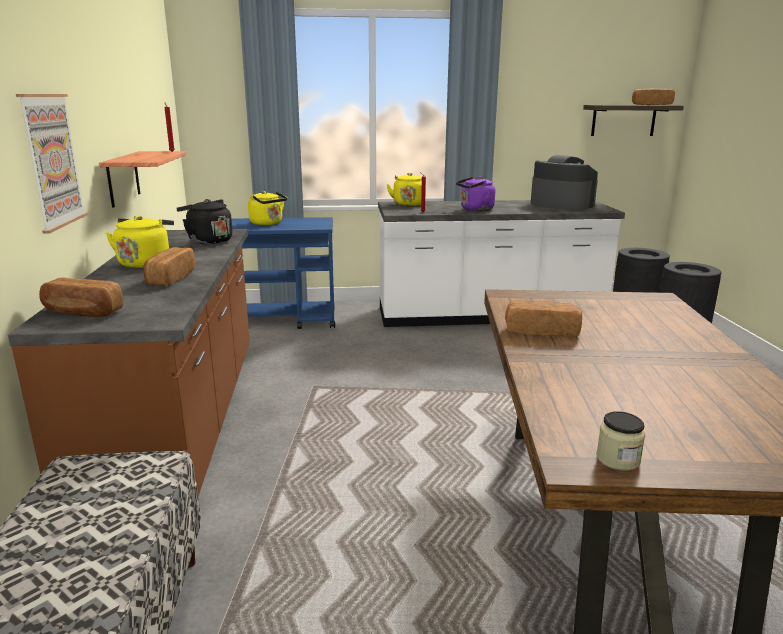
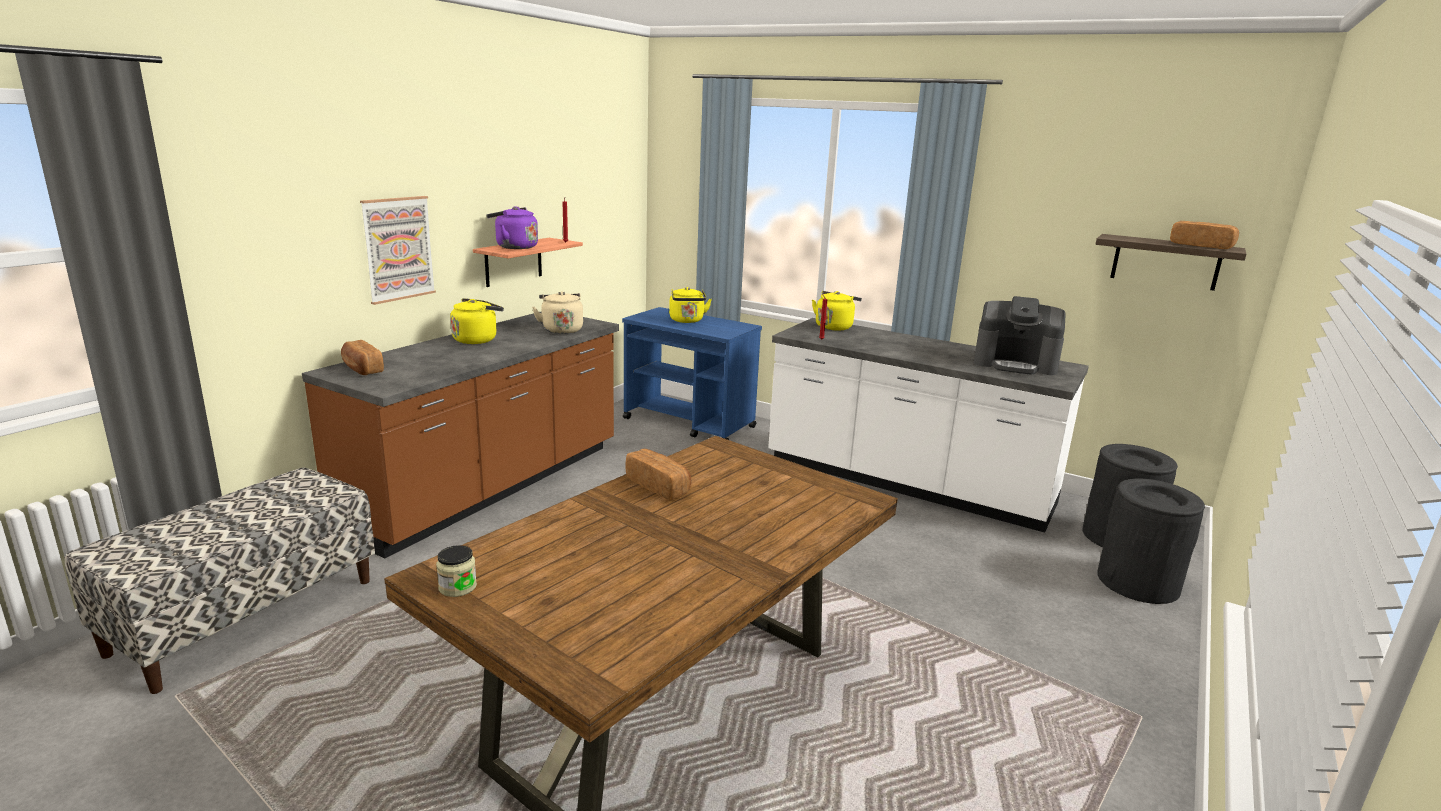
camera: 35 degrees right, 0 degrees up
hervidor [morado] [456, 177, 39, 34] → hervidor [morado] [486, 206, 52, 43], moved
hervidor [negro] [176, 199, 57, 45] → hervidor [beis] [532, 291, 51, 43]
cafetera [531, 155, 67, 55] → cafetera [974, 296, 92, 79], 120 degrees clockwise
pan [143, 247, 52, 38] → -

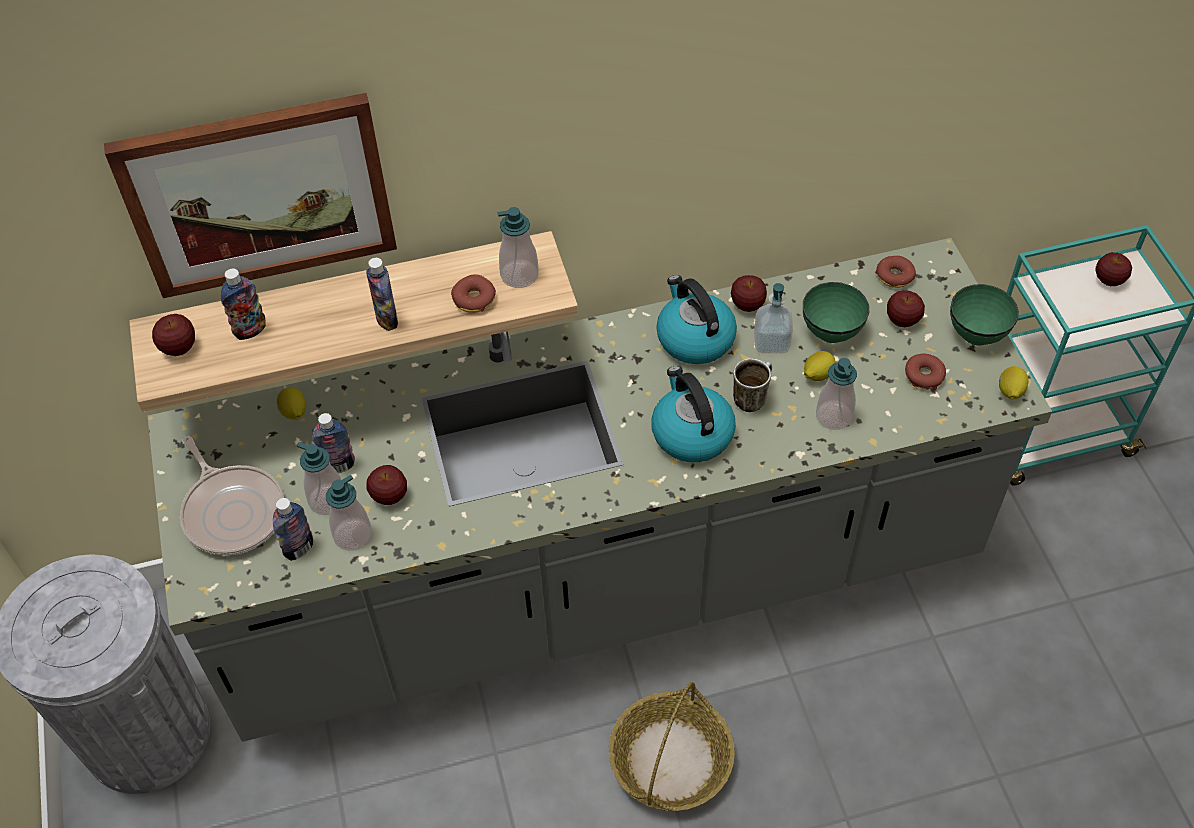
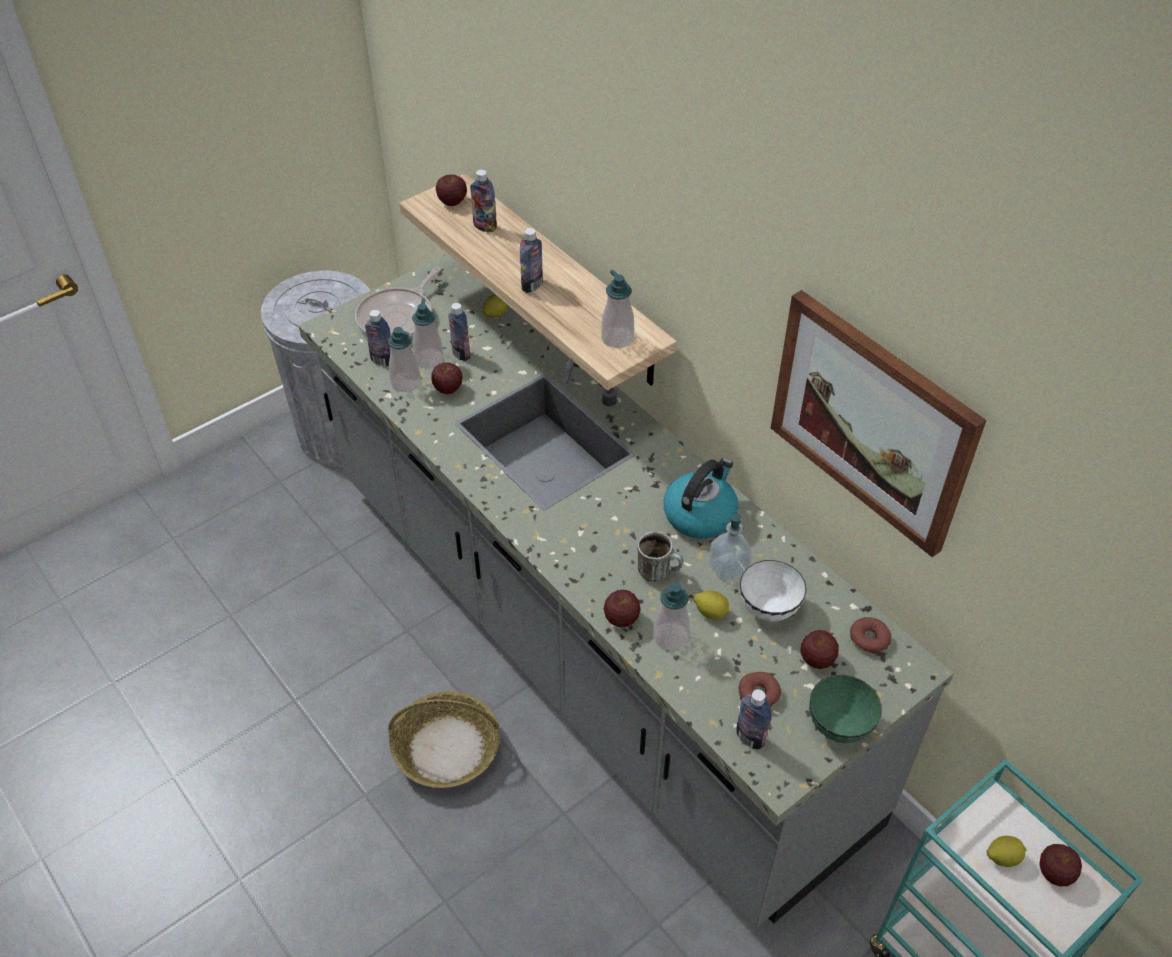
camera: 65 degrees right, 5 degrees down
manzana [731, 275, 36, 37] → manzana [604, 590, 37, 37], moved
- → botella [736, 689, 35, 60]
cuenco [verde] [803, 282, 66, 61] → cuenco [blanco] [740, 560, 66, 61]
cuadro [104, 93, 293, 205] → cuadro [771, 290, 215, 267], moved
limón [999, 366, 29, 33] → limón [987, 836, 40, 31], moved
rosquilla [451, 274, 45, 39] → -
hervidor [651, 366, 85, 96] → -

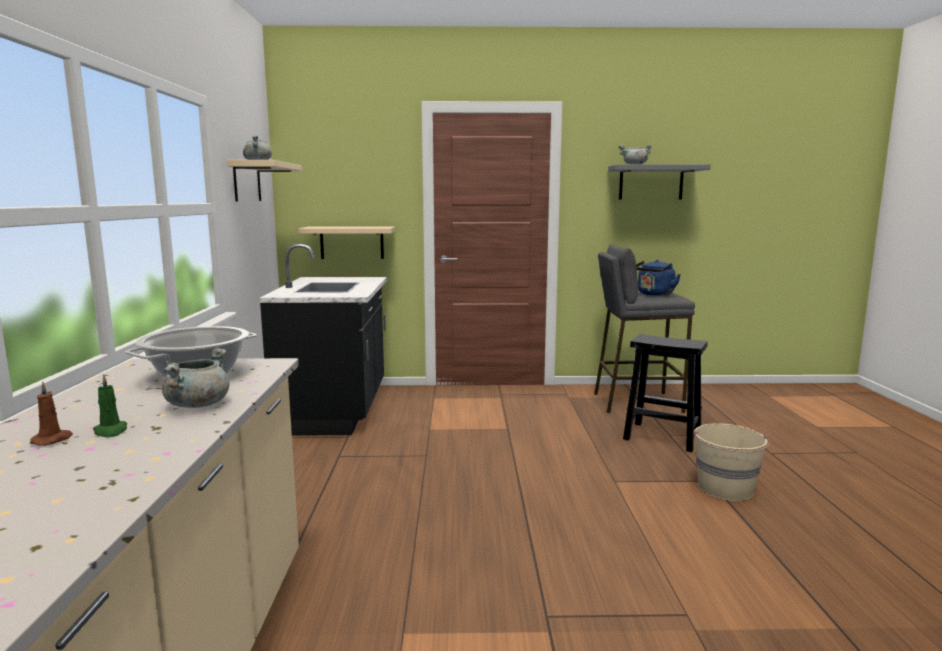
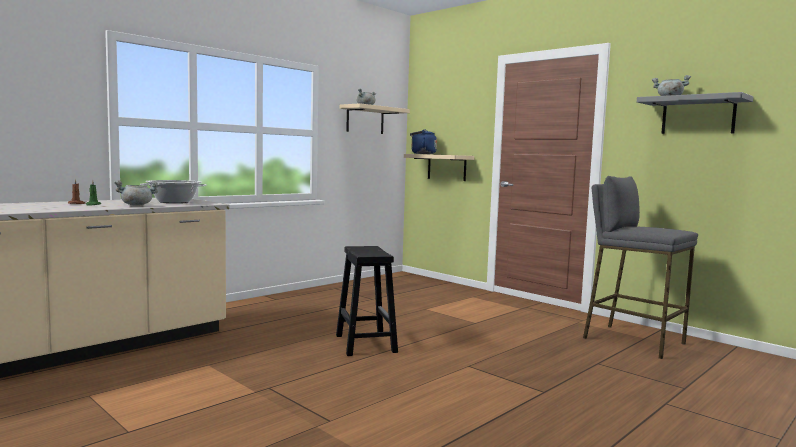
camera: 45 degrees right, 5 degrees down
taburete [negro] [623, 334, 85, 118] → taburete [negro] [336, 246, 62, 110], moved
hervidor [azul] [636, 260, 45, 36] → hervidor [azul] [410, 129, 27, 25], moved
mueble bajo de cocina [negro] [259, 244, 128, 192] → -
cubo [beis] [694, 423, 76, 78] → -

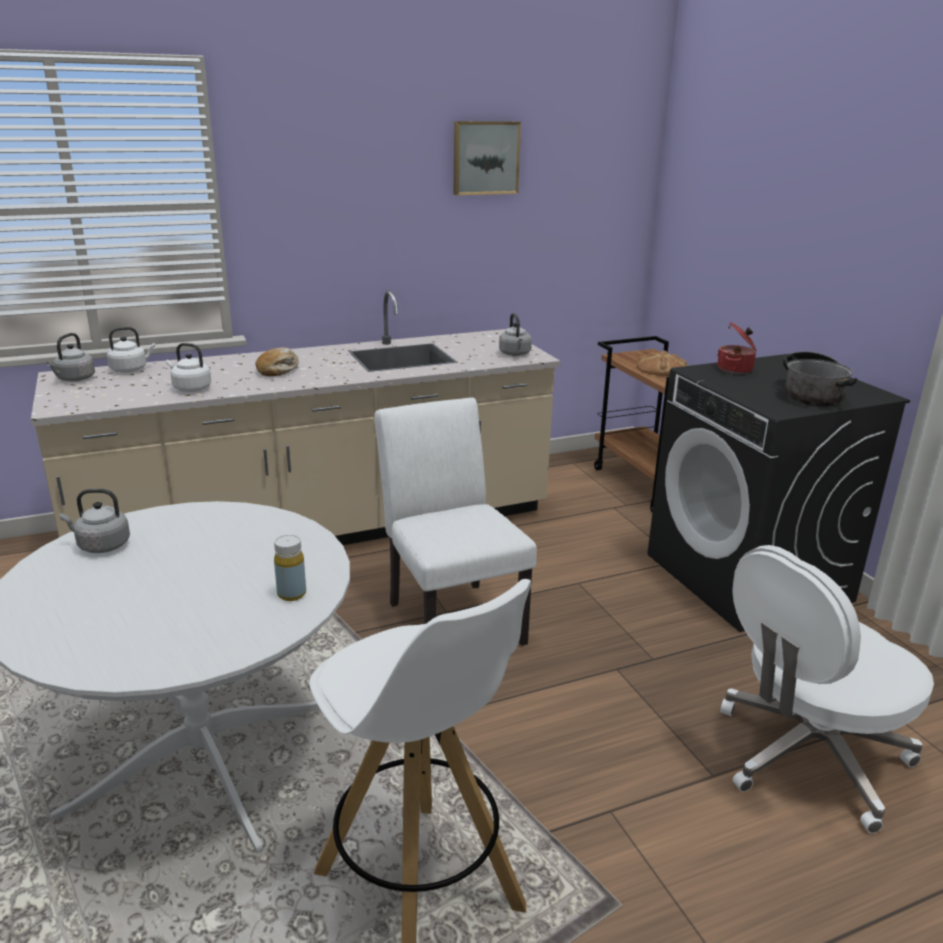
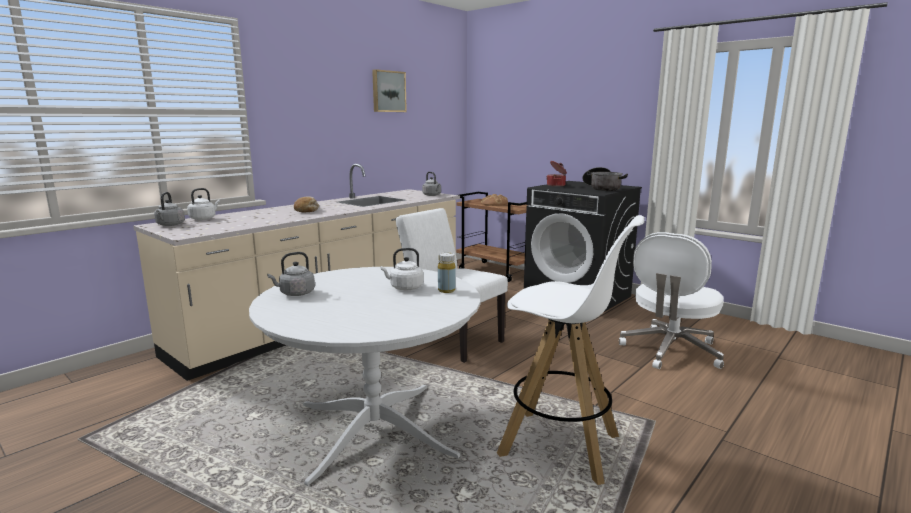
camera: 25 degrees left, 10 degrees down
hervidor [blanco] [166, 343, 45, 49] → hervidor [blanco] [380, 248, 43, 42], moved

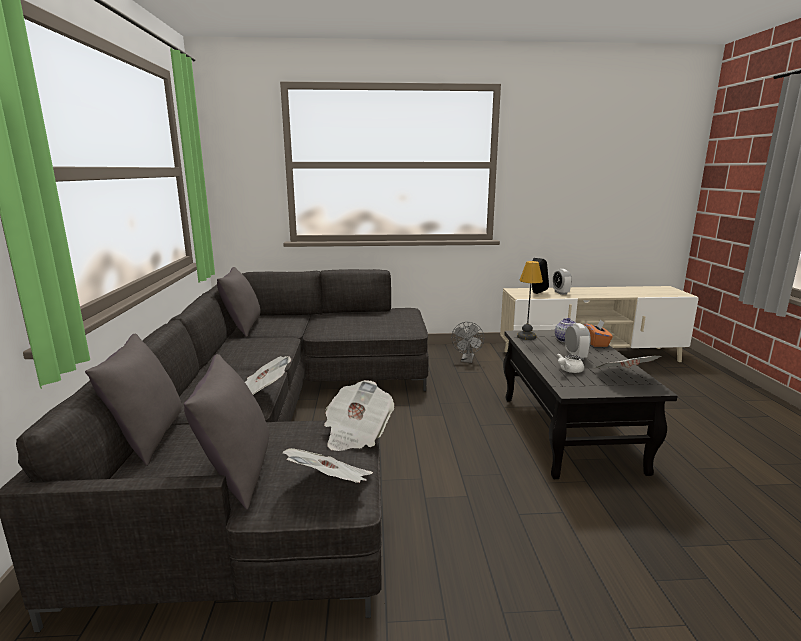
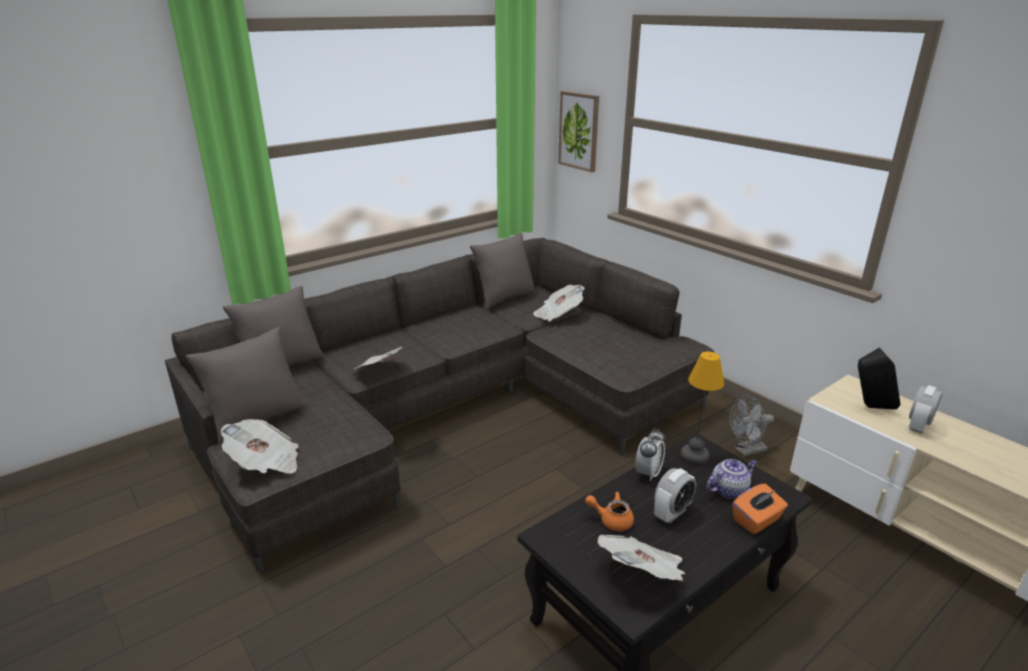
camera: 55 degrees right, 10 degrees up
periódico [324, 380, 70, 71] → periódico [533, 285, 52, 36], moved
- → cuadro [558, 91, 41, 81]
tetera [blanco] [557, 354, 27, 19] → tetera [naranja] [585, 492, 49, 39]
- → despertador [635, 428, 31, 54]

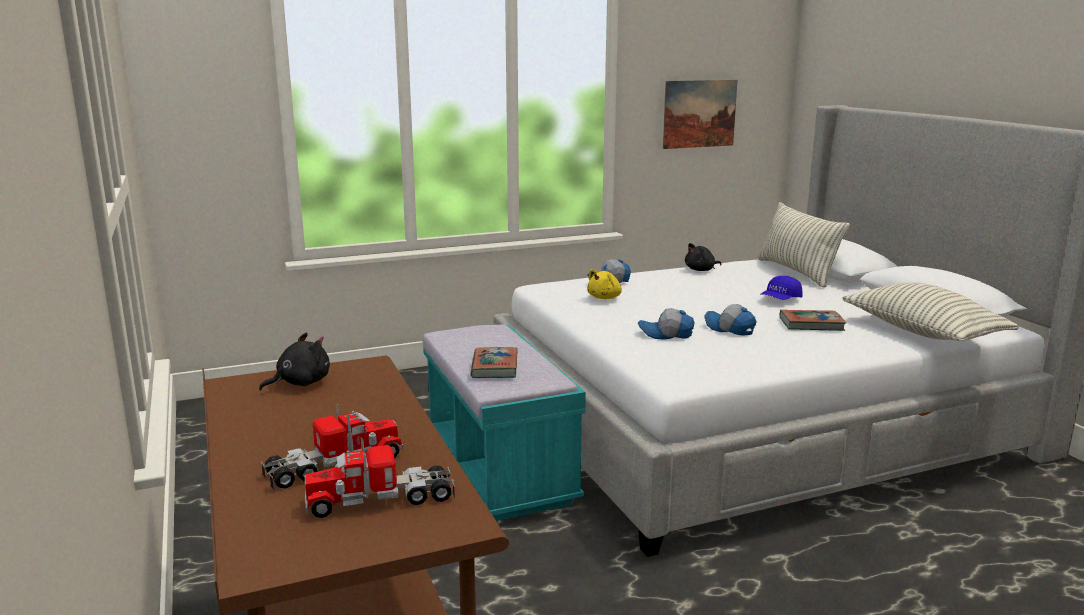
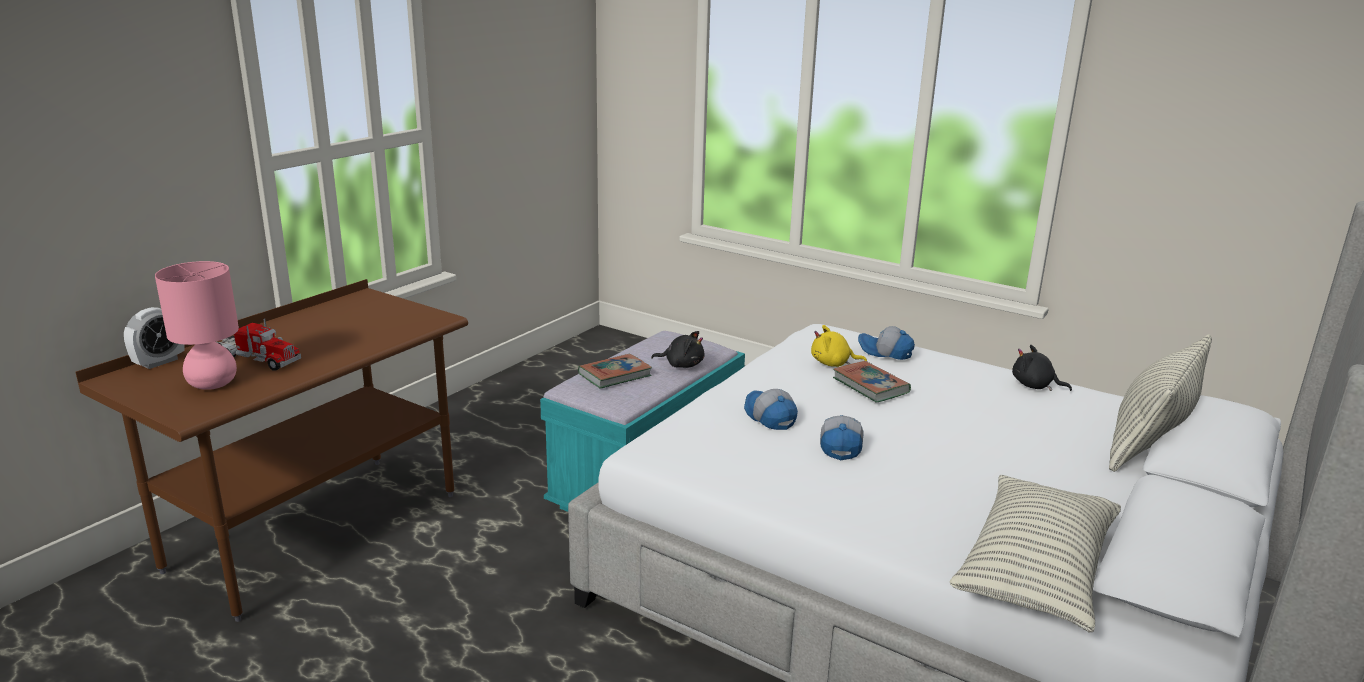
camera: 55 degrees right, 5 degrees up
- → despertador [124, 307, 61, 62]
camión de juguete [305, 437, 150, 81] → lámpara de mesa [rosa] [155, 261, 84, 129]
peluche [negro] [259, 333, 71, 58] → peluche [negro] [651, 331, 54, 37], moved
libro [779, 310, 67, 21] → libro [833, 361, 78, 42], moved
cuadro [663, 80, 75, 69] → -
gorra [azul] [760, 276, 42, 24] → -

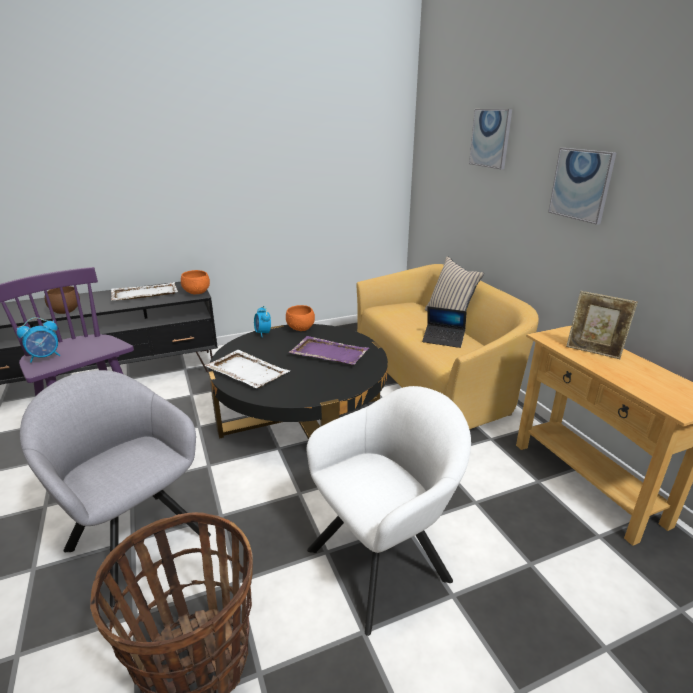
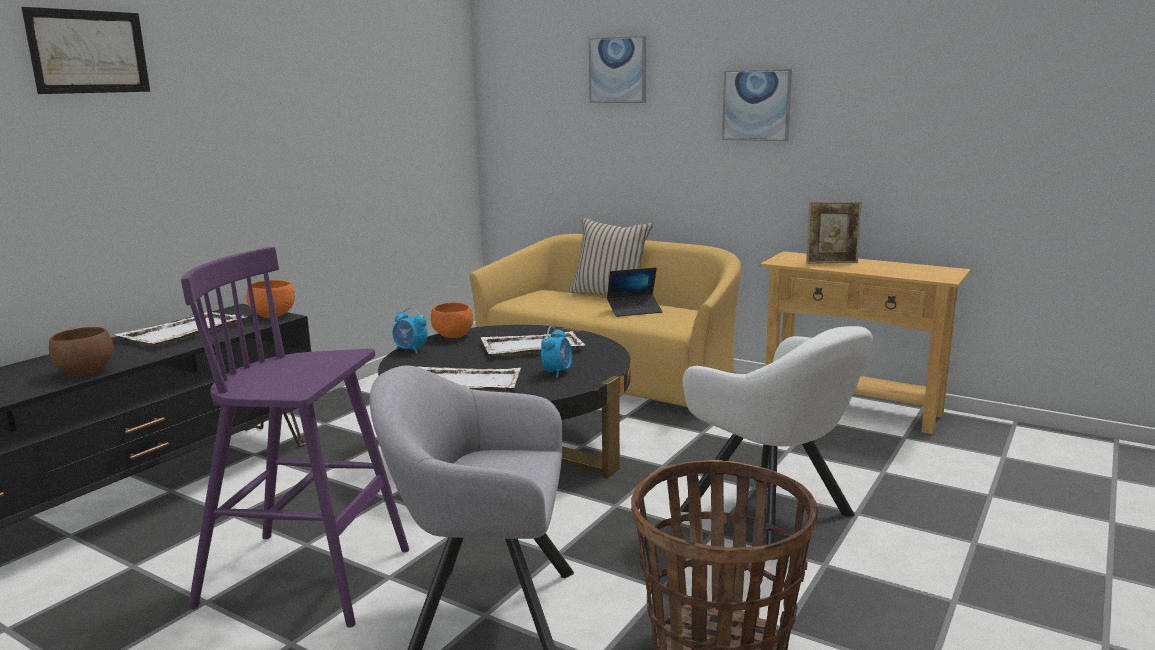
camera: 35 degrees left, 10 degrees down
- → cuadro [21, 7, 129, 87]
bandeja [morado] [288, 336, 81, 29] → bandeja [blanco] [481, 331, 104, 23]
despertador [16, 317, 44, 46] → despertador [541, 326, 31, 52], moved
sillón [blanco] [307, 386, 164, 250] → sillón [blanco] [680, 326, 193, 219], 120 degrees clockwise

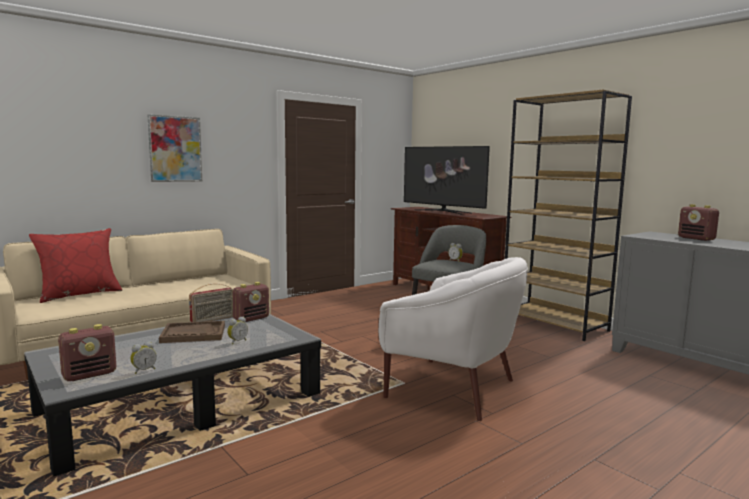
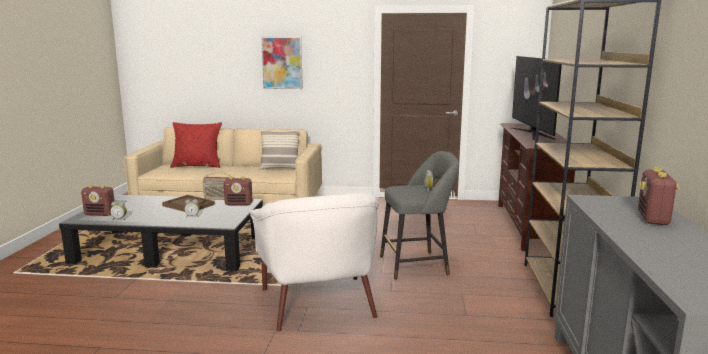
camera: 45 degrees right, 5 degrees up
- → cojín [259, 129, 41, 41]

